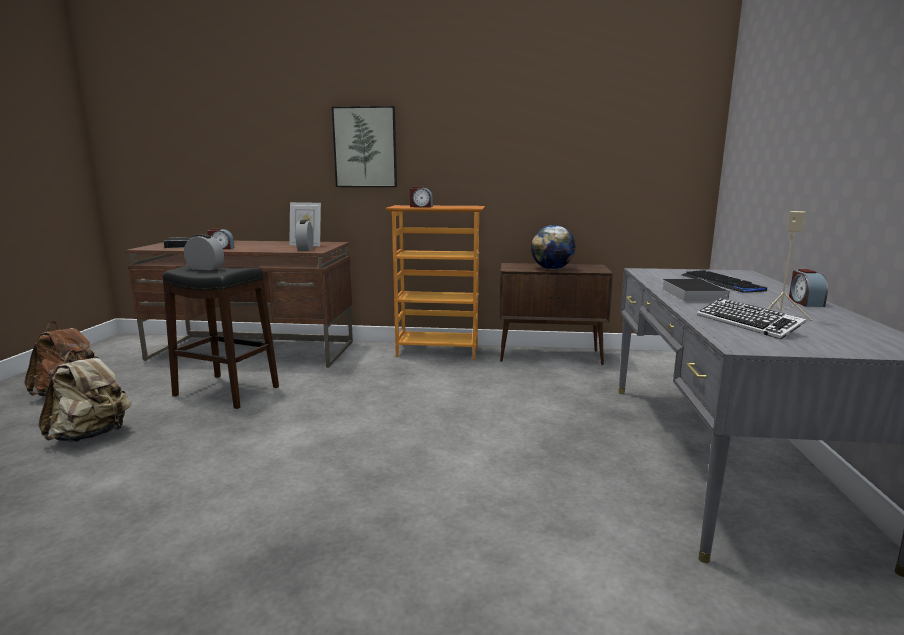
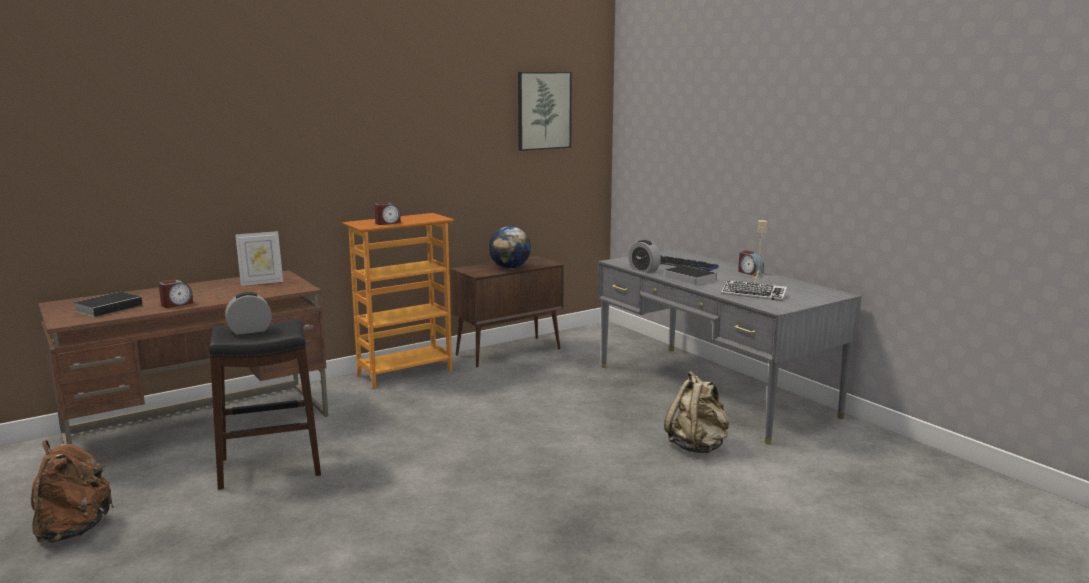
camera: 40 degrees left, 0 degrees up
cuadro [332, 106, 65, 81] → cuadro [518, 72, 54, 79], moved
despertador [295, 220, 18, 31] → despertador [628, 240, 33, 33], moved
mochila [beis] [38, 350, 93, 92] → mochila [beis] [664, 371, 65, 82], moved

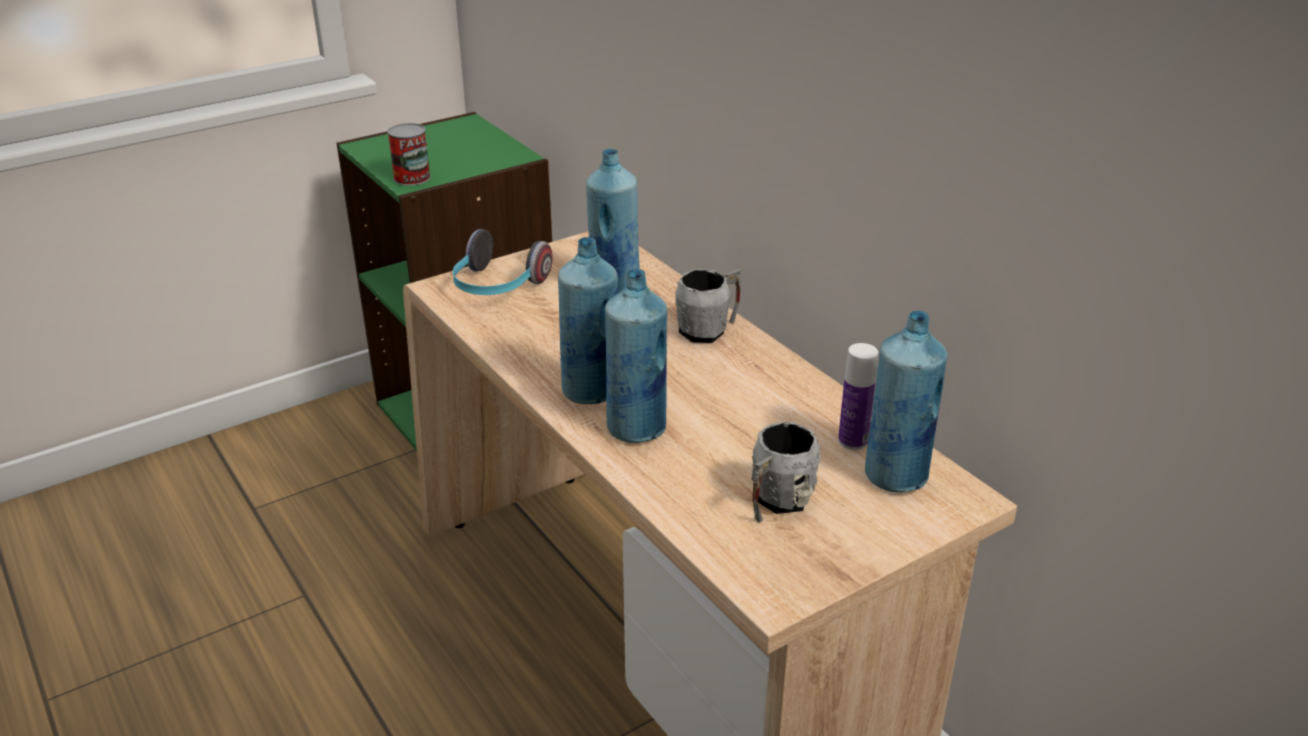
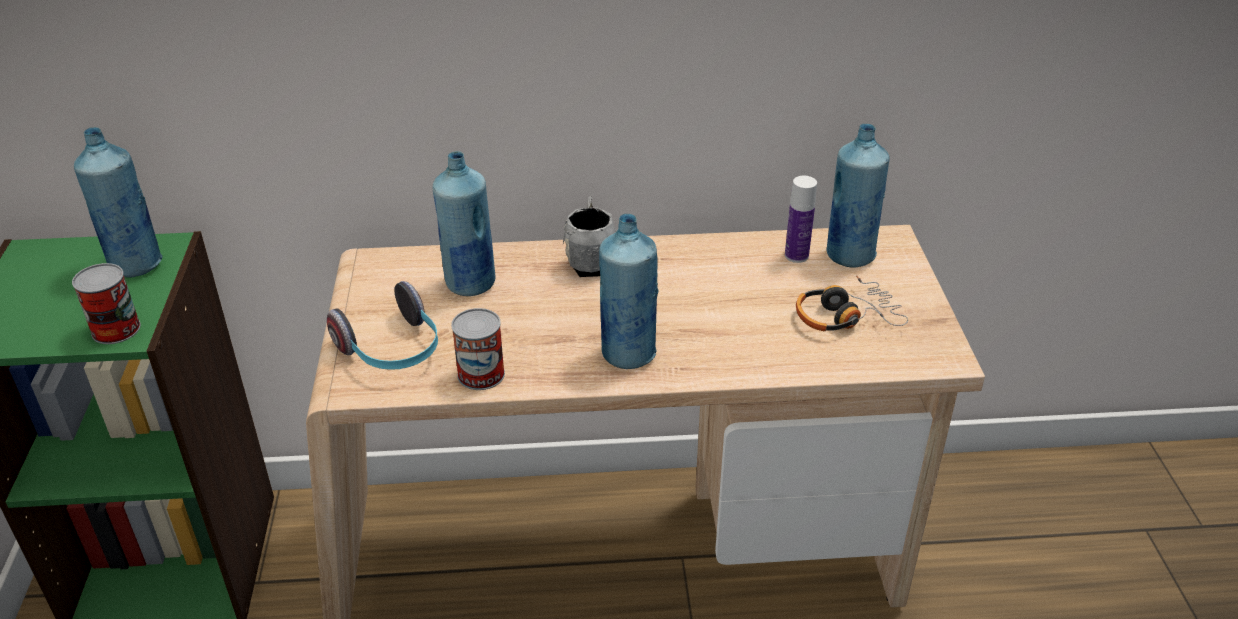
camera: 60 degrees left, 5 degrees up
botella [azul] [605, 269, 62, 174] → botella [azul] [74, 127, 88, 151], moved
- → lata [451, 308, 54, 82]
taza grande [gris] [751, 422, 69, 100] → auriculares [796, 276, 112, 55]

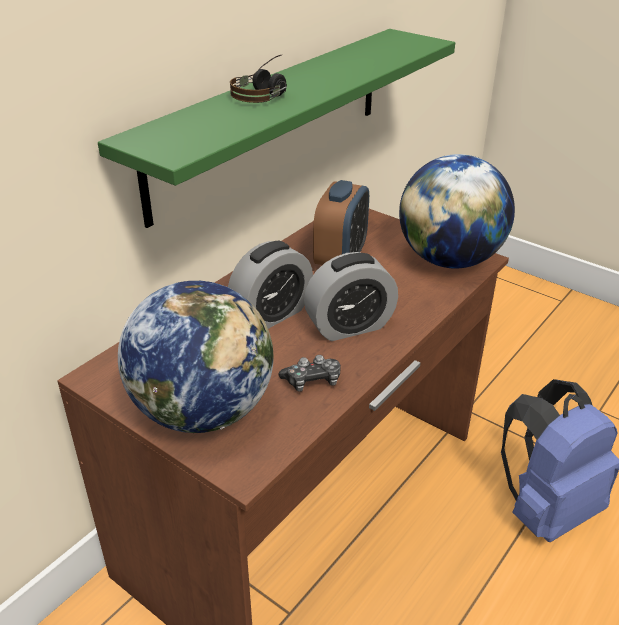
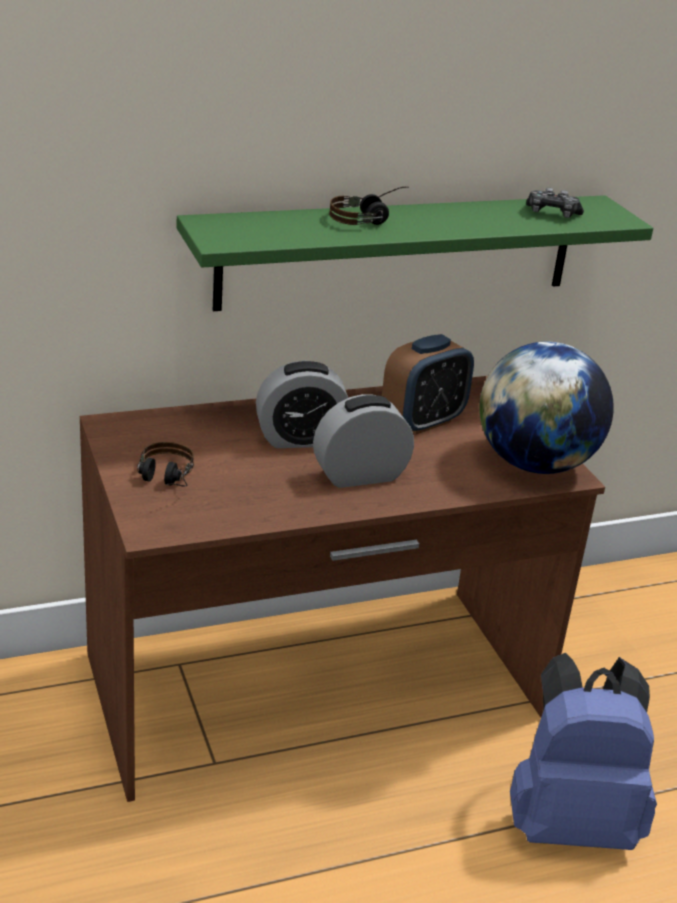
camera: 30 degrees right, 5 degrees down
globo terráqueo [118, 281, 155, 152] → auriculares [137, 442, 57, 44]
despertador [304, 252, 94, 89] → despertador [313, 394, 101, 94], 150 degrees clockwise
mando de consola [279, 355, 62, 37] → mando de consola [526, 188, 58, 30], moved

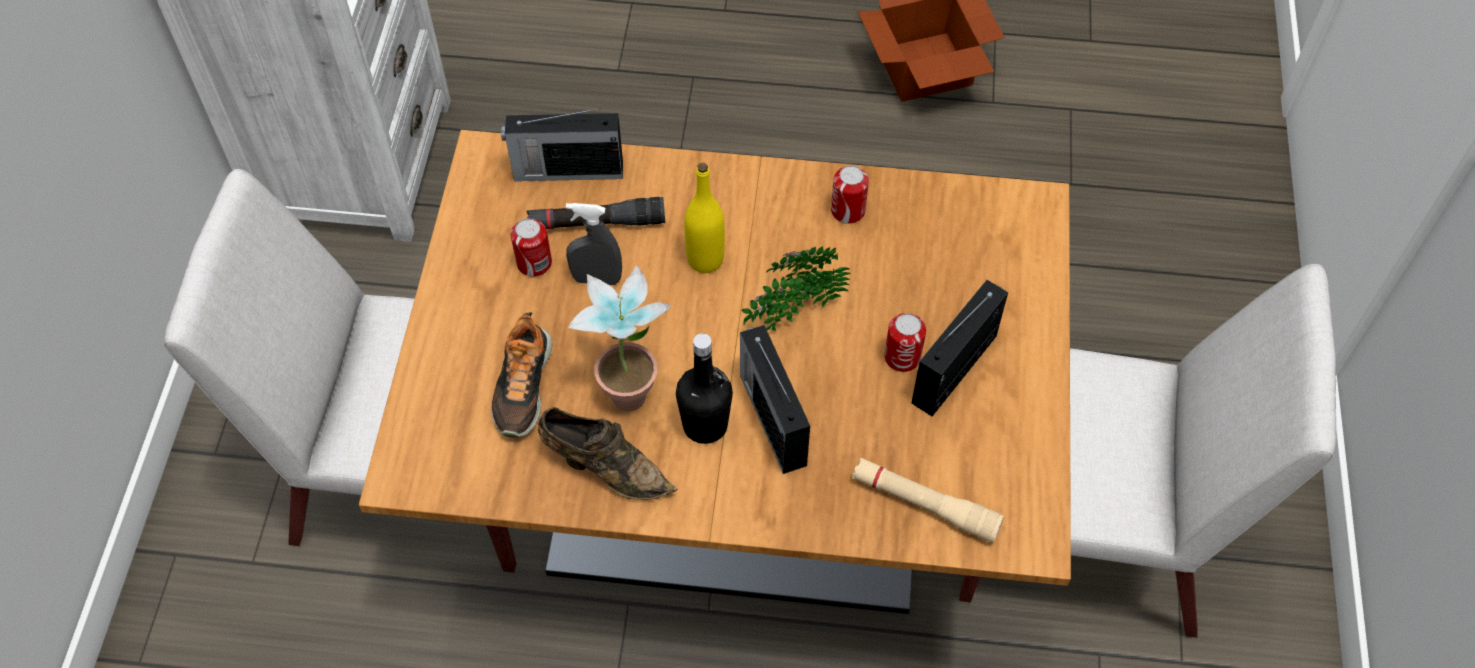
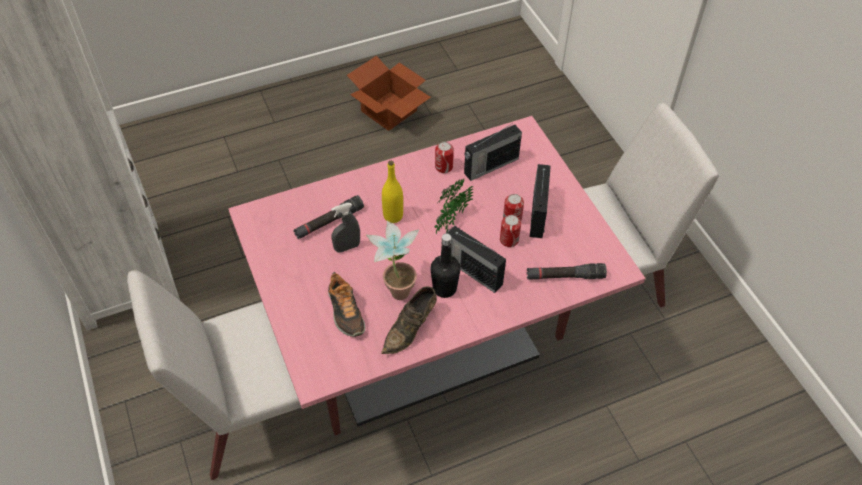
camera: 30 degrees left, 5 degrees down
mesa de comedor [marrón] [359, 130, 712, 484] → mesa de comedor [rosa] [228, 116, 417, 310]
zapato [marrón] [538, 407, 139, 93] → zapato [marrón] [381, 286, 56, 68], 135 degrees clockwise
radio [501, 108, 122, 73] → radio [464, 123, 58, 58], moved
lata [511, 218, 41, 59] → lata [500, 215, 21, 32], moved
linterna [beis] [852, 458, 152, 85] → linterna [negro] [527, 263, 80, 16]

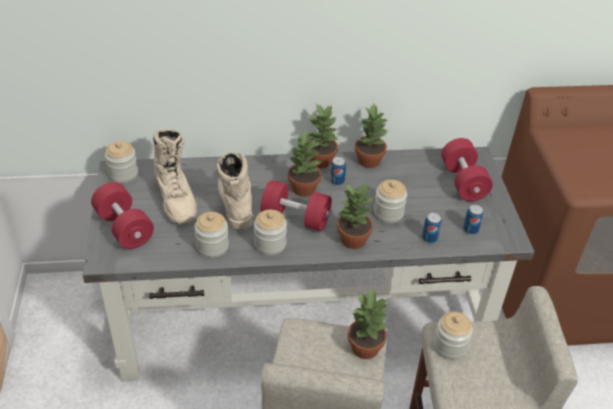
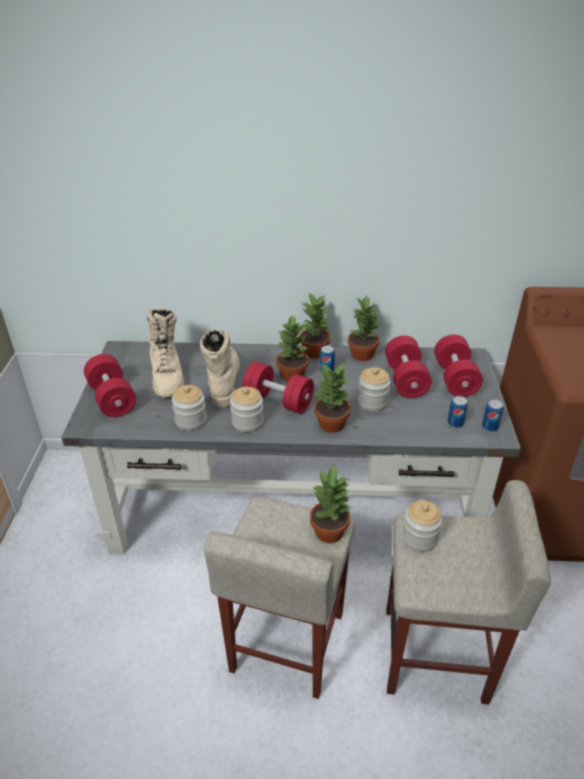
camera: 10 degrees right, 5 degrees down
- → mancuerna [rojo] [385, 336, 47, 62]
lata [422, 213, 20, 30] → lata [482, 400, 22, 32], moved
tarro [105, 141, 33, 42] → -

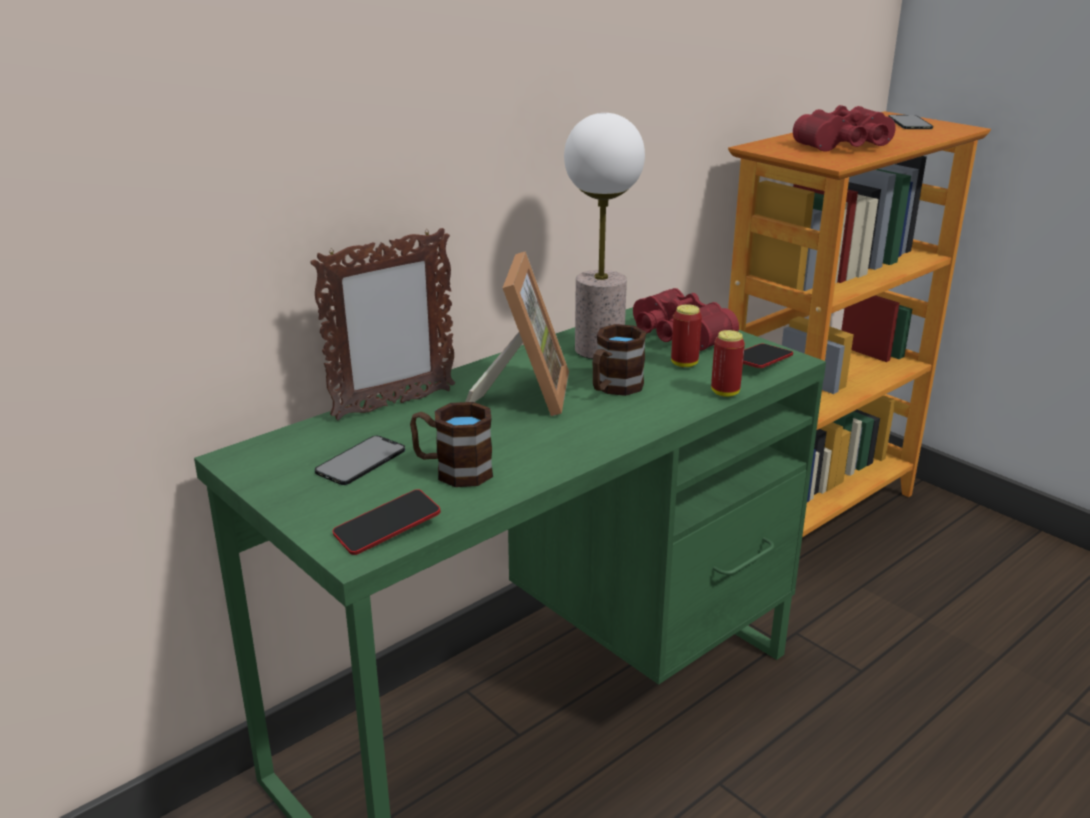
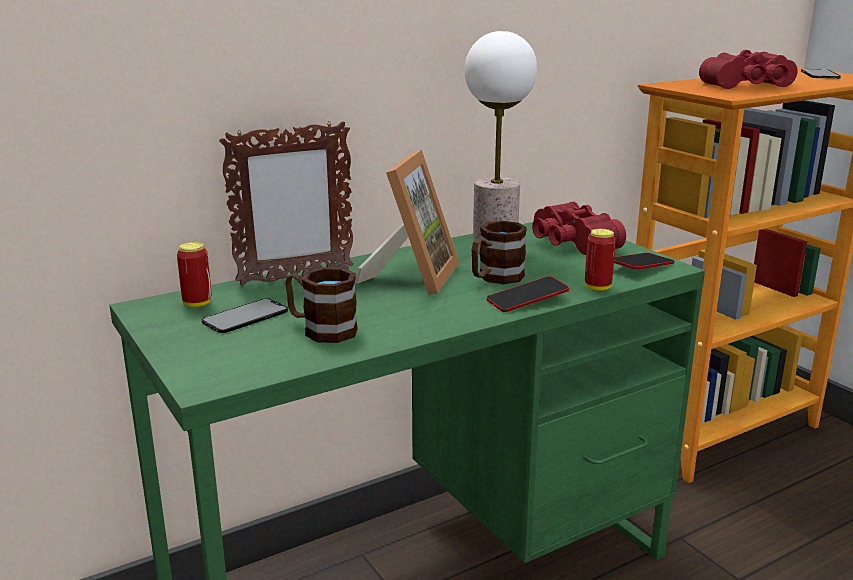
camera: 10 degrees right, 5 degrees down
lata [671, 304, 31, 63] → lata [177, 242, 35, 66], moved
móvil [332, 489, 109, 66] → móvil [486, 276, 83, 36], moved

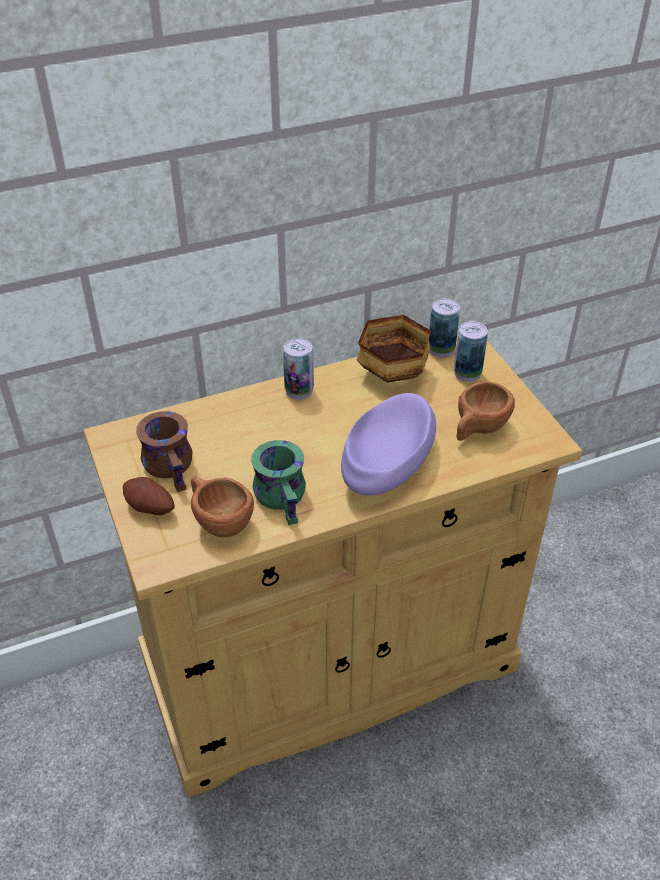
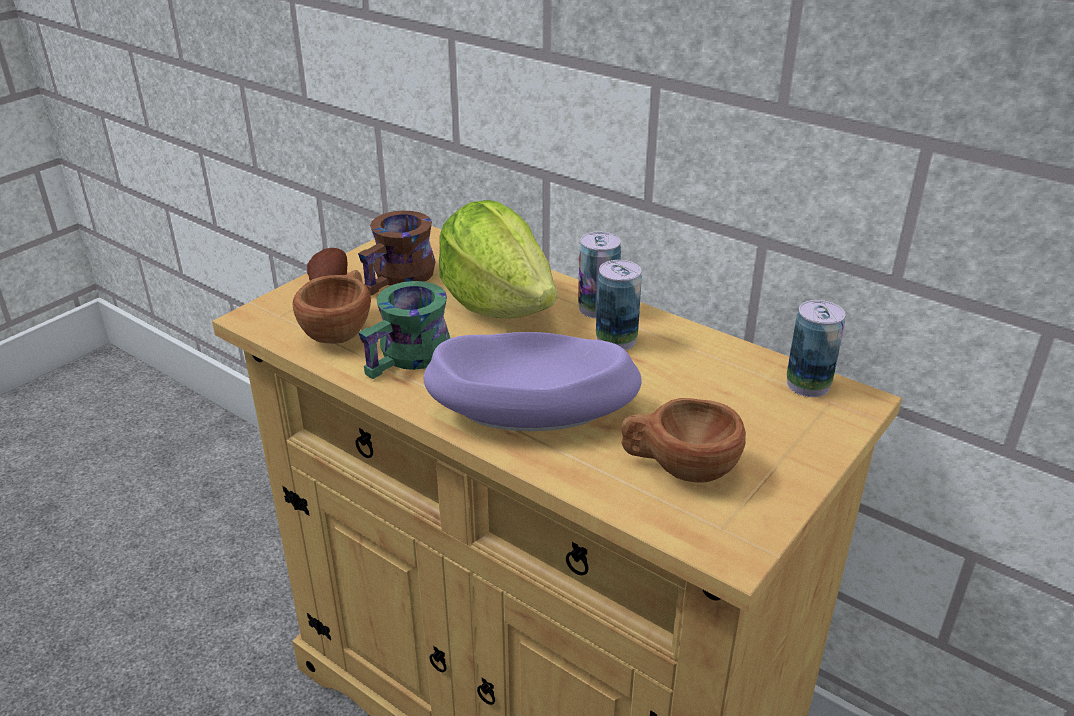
camera: 60 degrees right, 10 degrees down
- → lechuga [439, 200, 118, 118]
lata [454, 321, 34, 61] → lata [596, 260, 46, 90], moved
cuenco [357, 315, 74, 67] → -

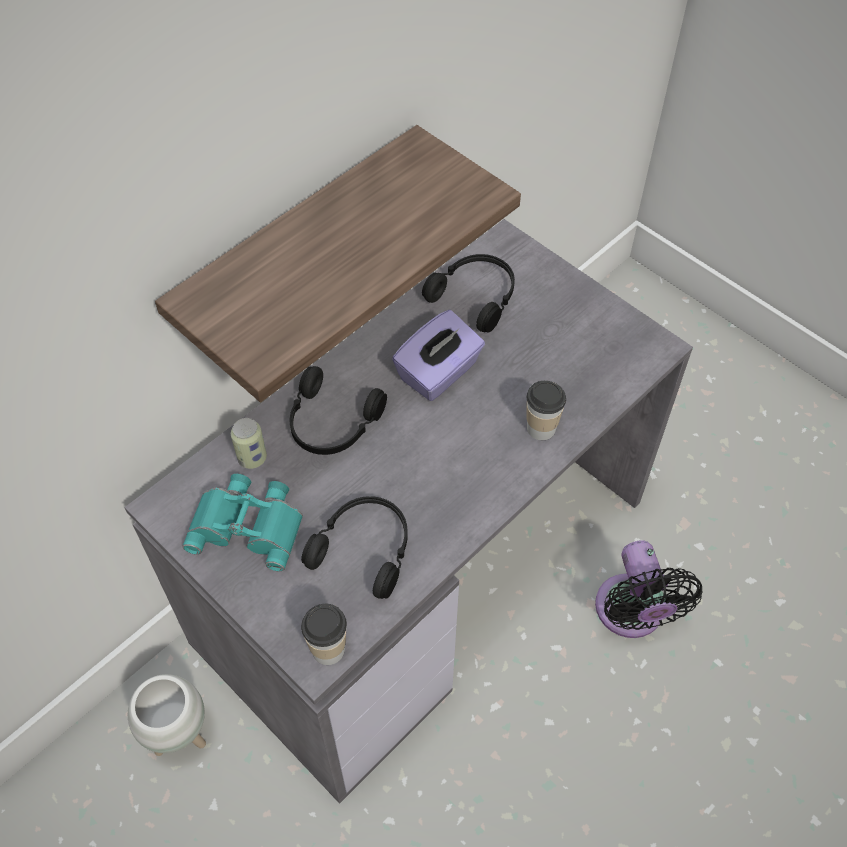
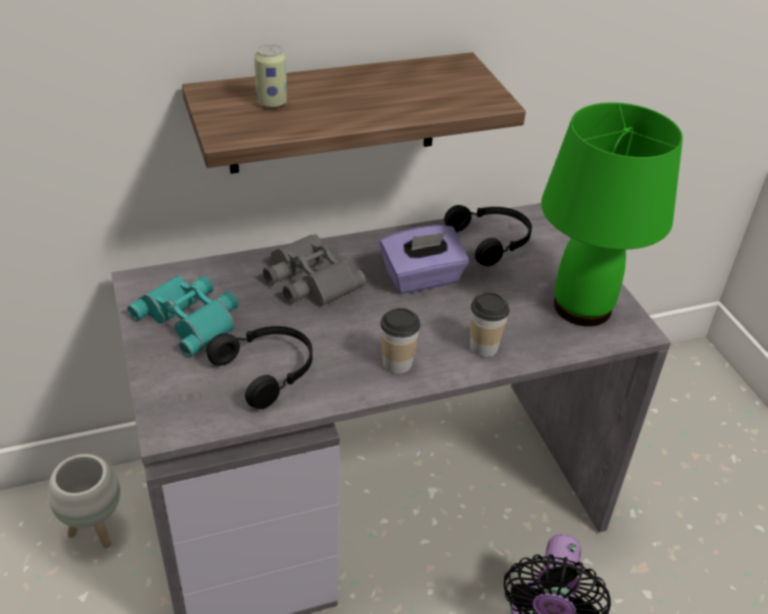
camera: 25 degrees right, 15 degrees down
lata [231, 418, 36, 51] → lata [254, 45, 33, 63], moved
auriculares [negro] [290, 366, 97, 89] → prismáticos [gris] [263, 234, 103, 72]
taza [301, 604, 46, 61] → taza [381, 308, 39, 66], moved
- → lámpara de mesa [verde] [541, 102, 142, 224]

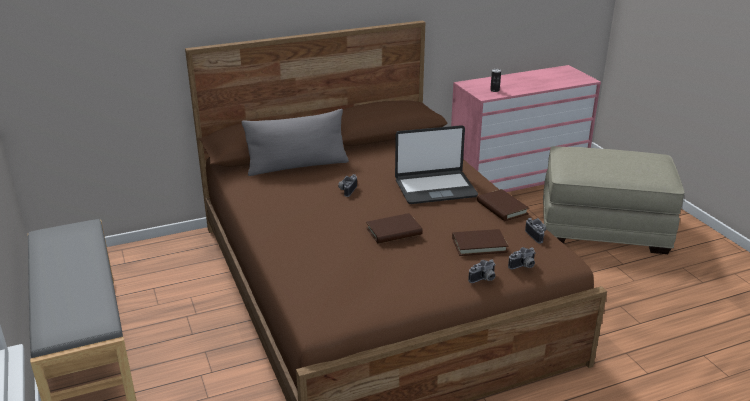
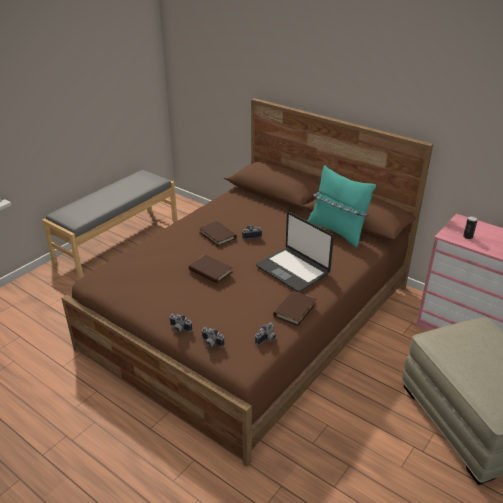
camera: 60 degrees right, 5 degrees up
libro [marrón] [452, 229, 56, 27] → libro [marrón] [199, 221, 38, 25], moved
- → cojín [turquesa] [308, 165, 68, 83]
cojín [gris] [241, 109, 108, 67] → -

